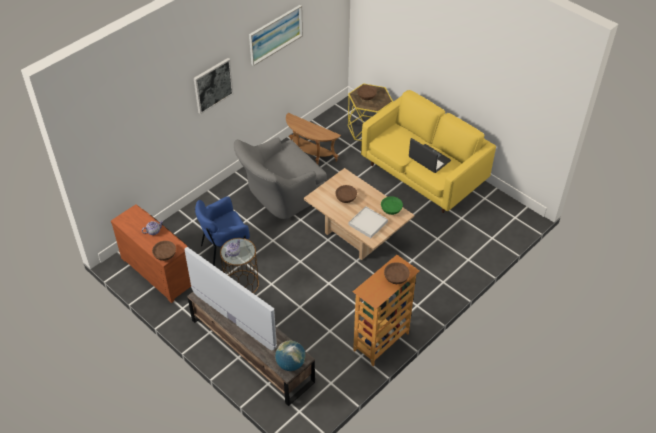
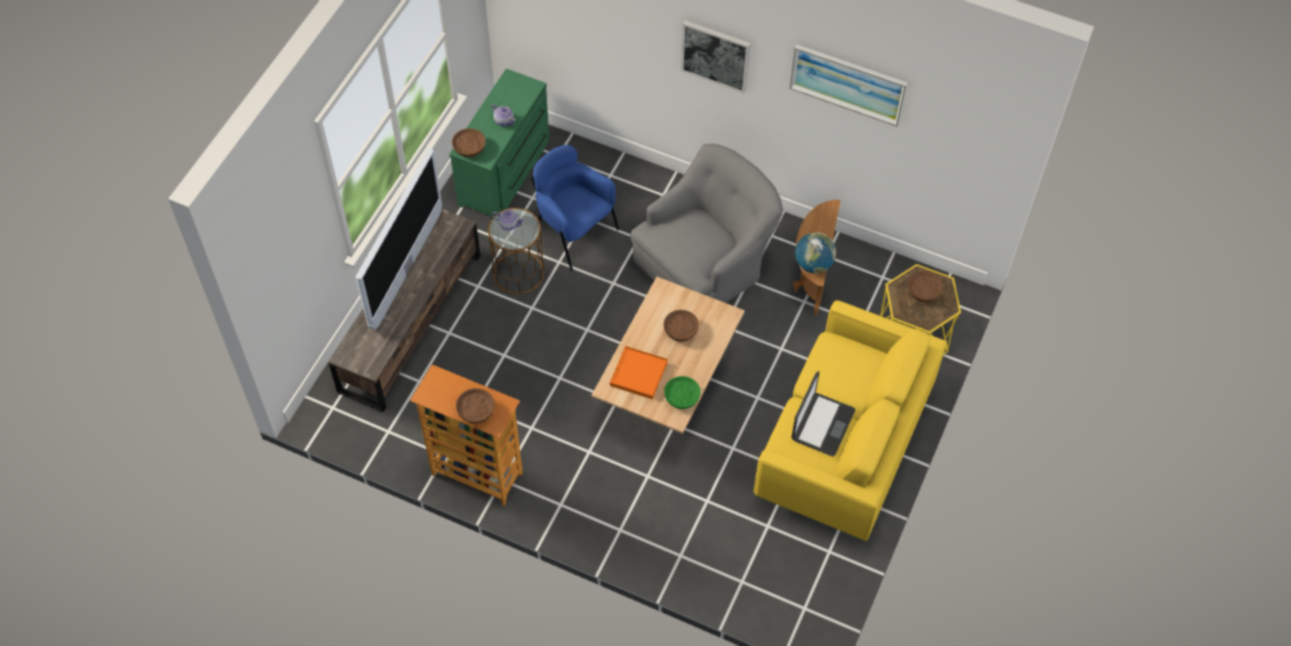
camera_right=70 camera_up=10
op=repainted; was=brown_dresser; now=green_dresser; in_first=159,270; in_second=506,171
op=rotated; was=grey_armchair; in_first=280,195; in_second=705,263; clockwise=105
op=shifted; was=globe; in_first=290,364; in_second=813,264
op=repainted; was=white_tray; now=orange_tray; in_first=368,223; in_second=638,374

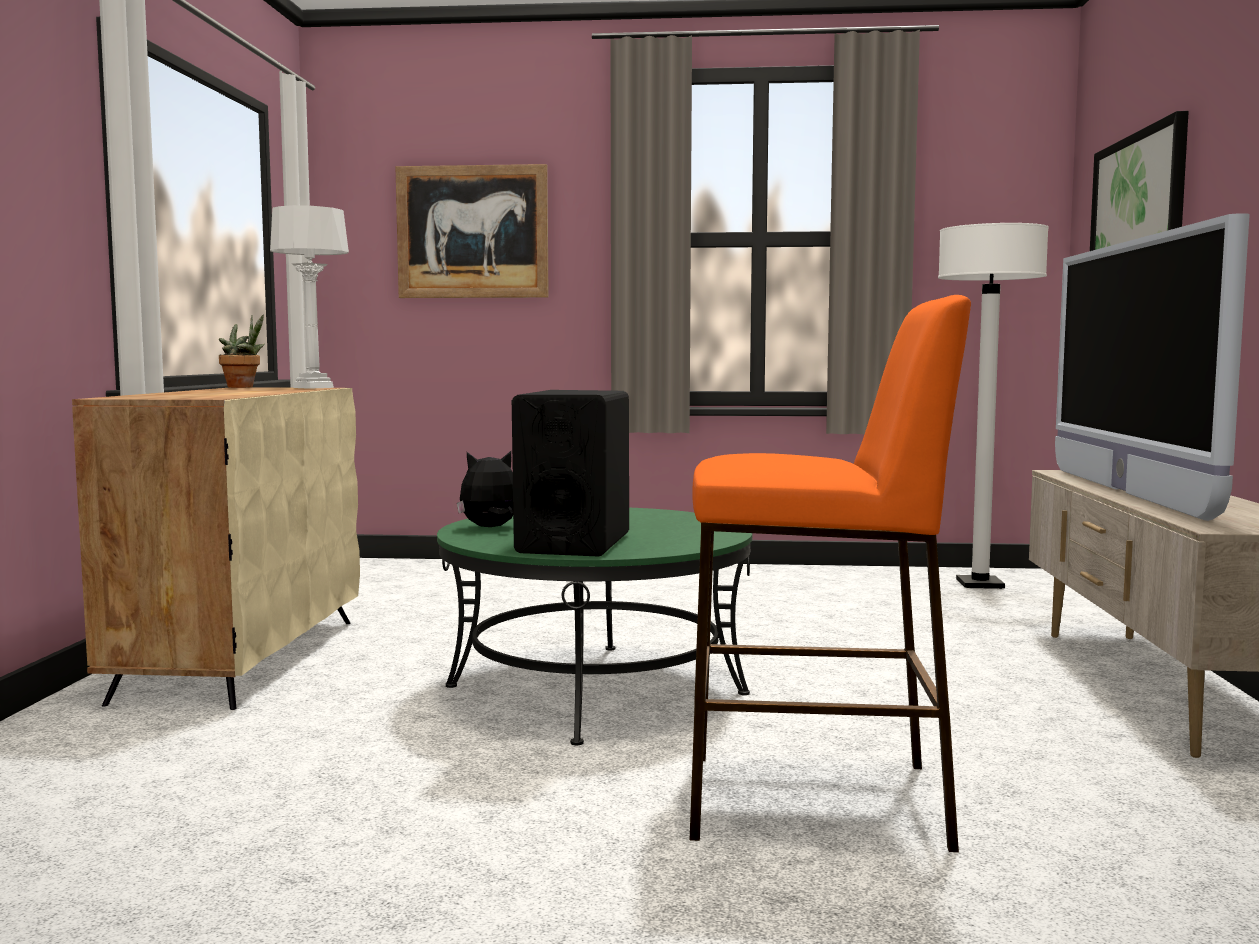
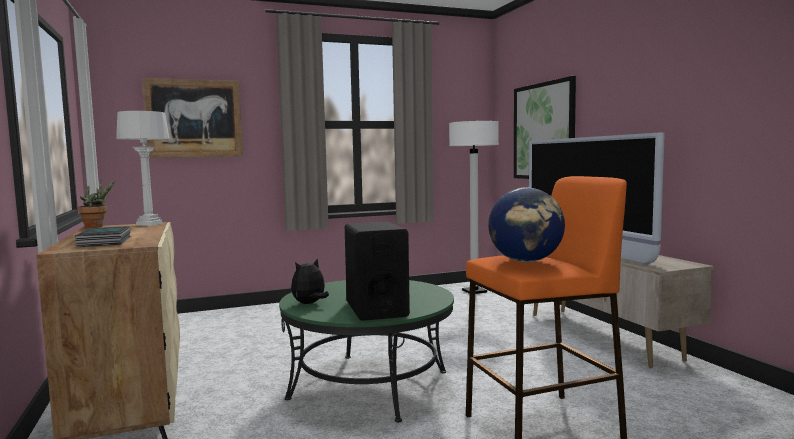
camera_right=-25 camera_up=0
op=new; now=book; in_second=106,241
op=new; now=globe; in_second=526,261

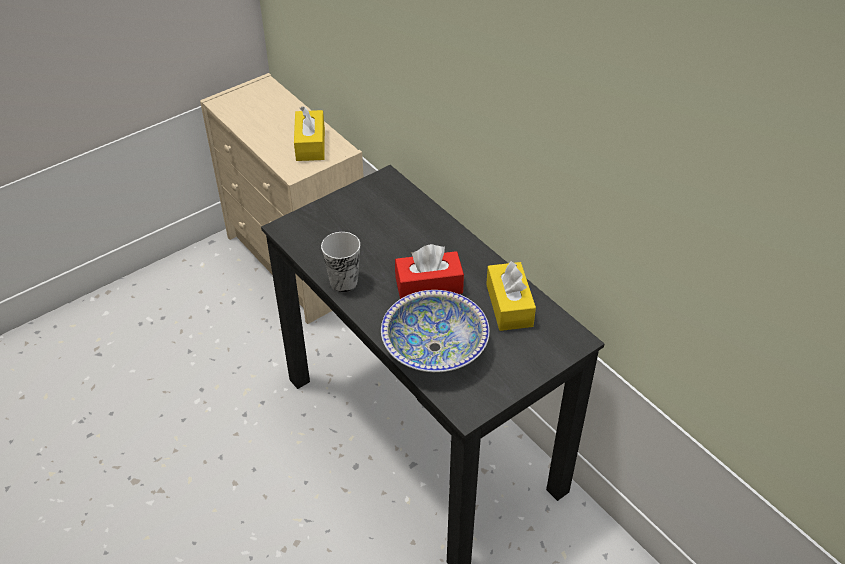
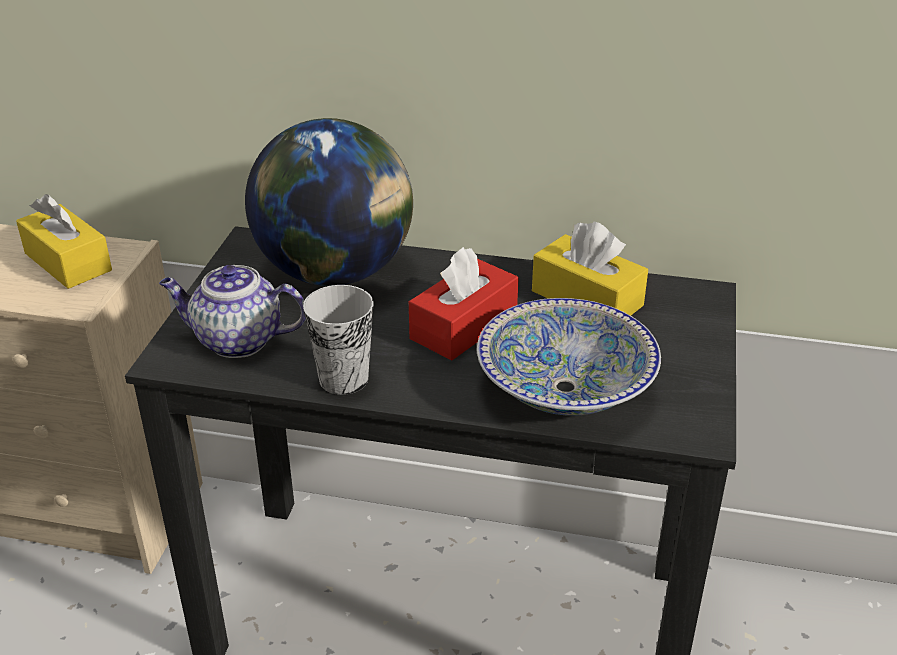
camera_right=-40 camera_up=-10
op=new; now=teapot; in_second=236,340
op=new; now=globe; in_second=336,272

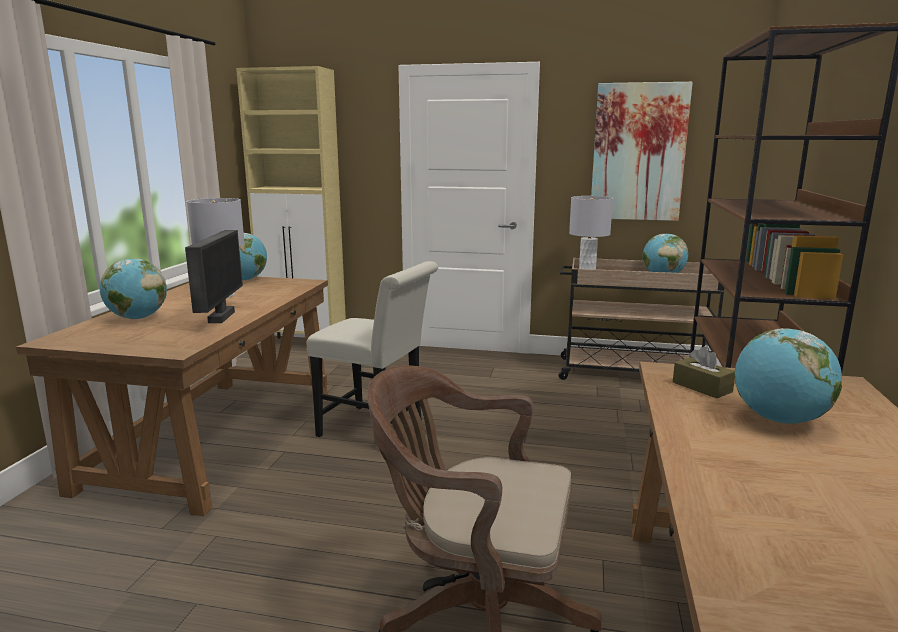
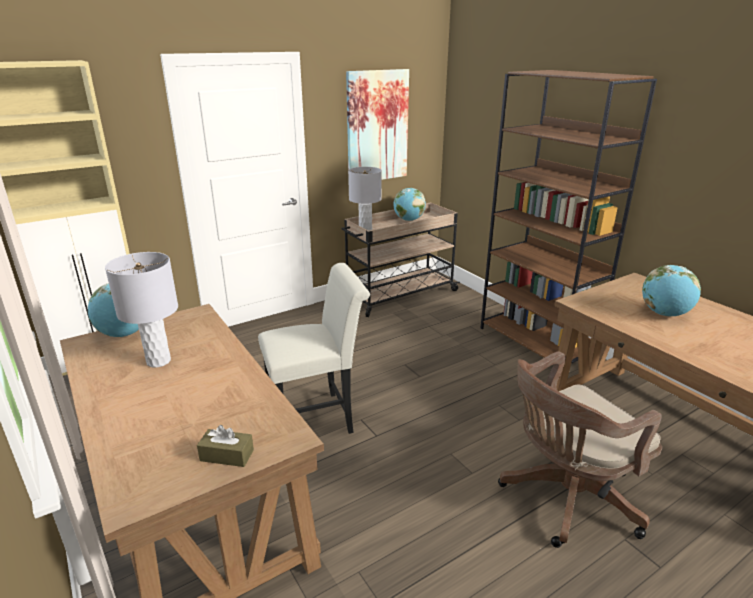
camera_right=-45 camera_up=10
op=gone; was=globe; in_first=137,318
op=gone; was=monitor; in_first=220,317
op=shifted; was=brown_tissue_box; in_first=702,387; in_second=227,455

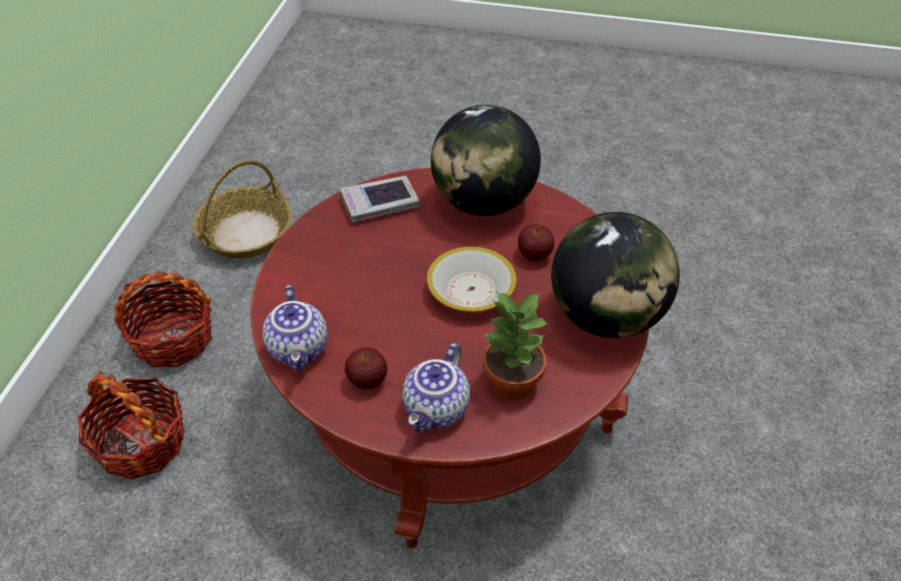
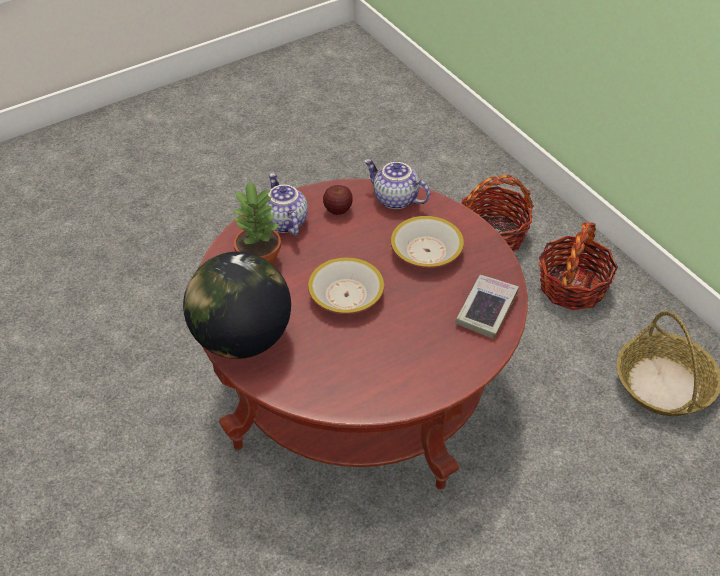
camera_right=135 camera_up=0
op=gone; was=globe; in_first=484,202
op=gone; was=apple; in_first=534,255
op=new; now=bowl; in_second=427,251

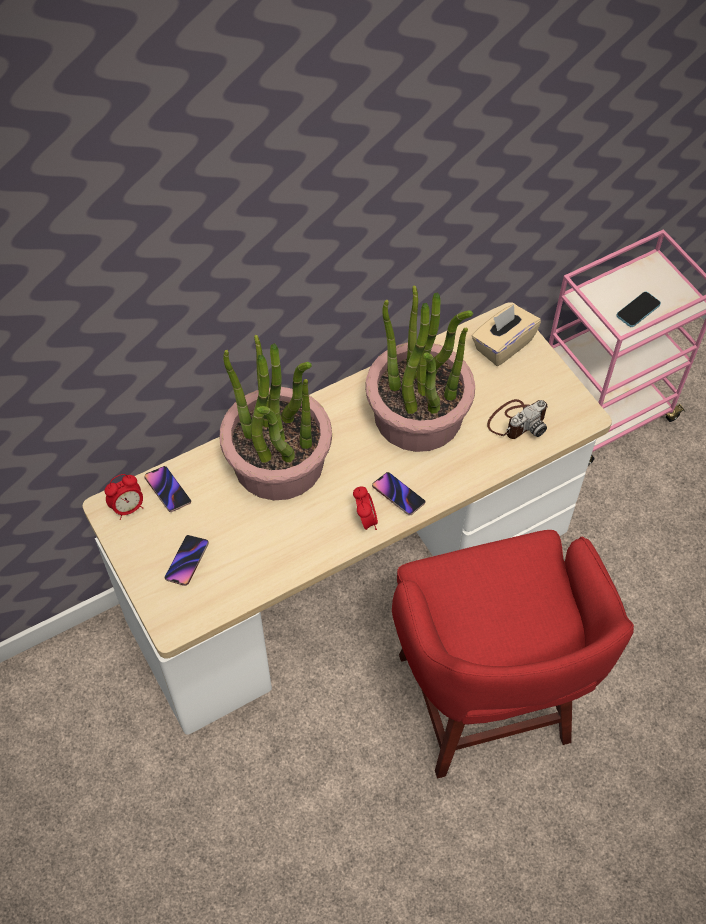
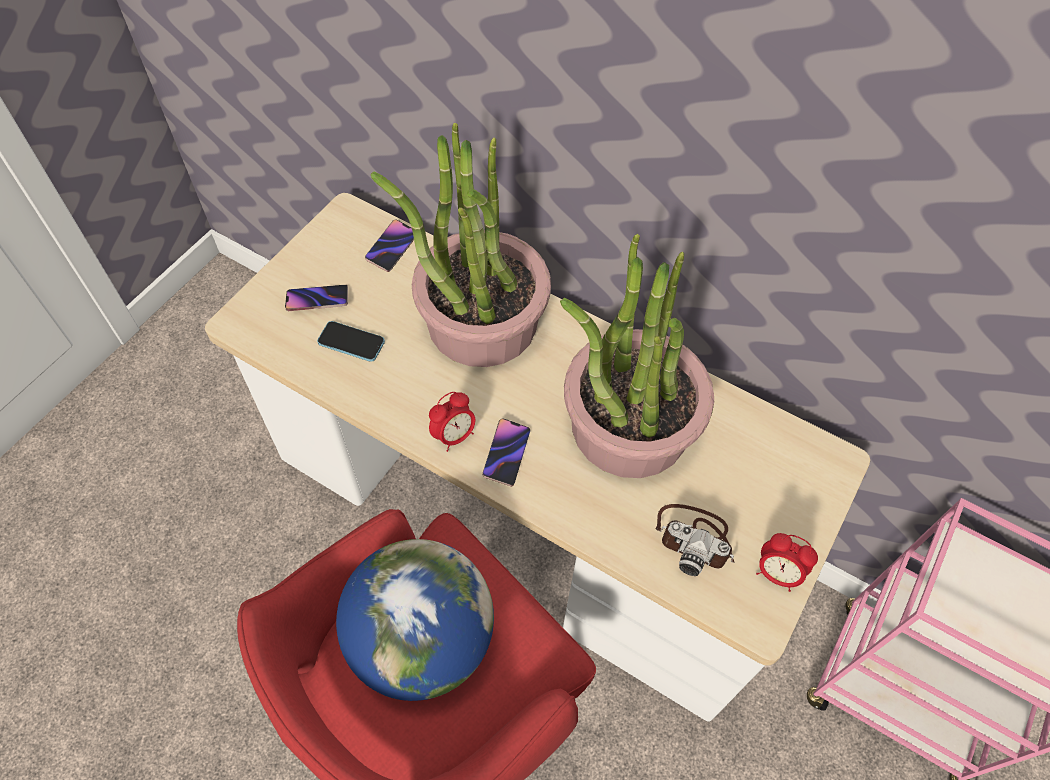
camera_right=60 camera_up=0
op=shifted; was=alarm_clock; in_first=128,508; in_second=777,573
op=gone; was=beige_tissue_box; in_first=502,345
op=shifted; was=phone; in_first=638,310; in_second=351,342
op=new; now=globe; in_second=422,640

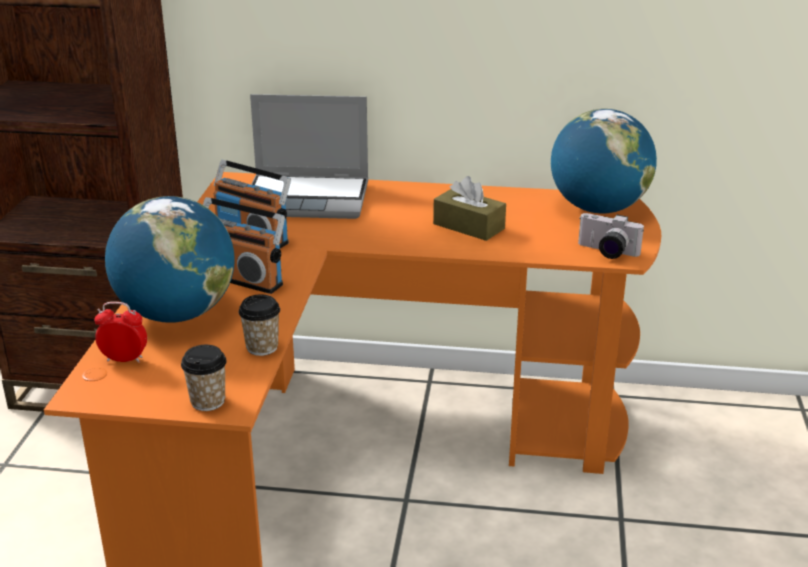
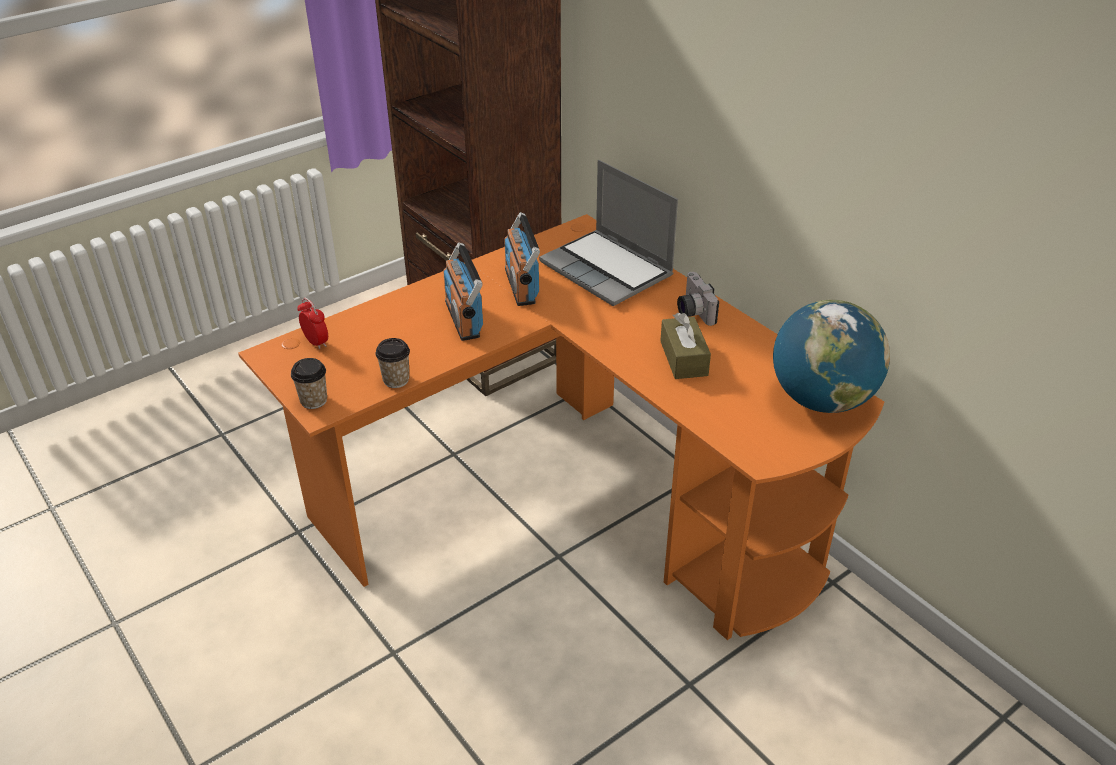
camera_right=45 camera_up=10
op=gone; was=globe; in_first=176,314
op=shifted; was=photo_camera; in_first=606,252; in_second=692,311

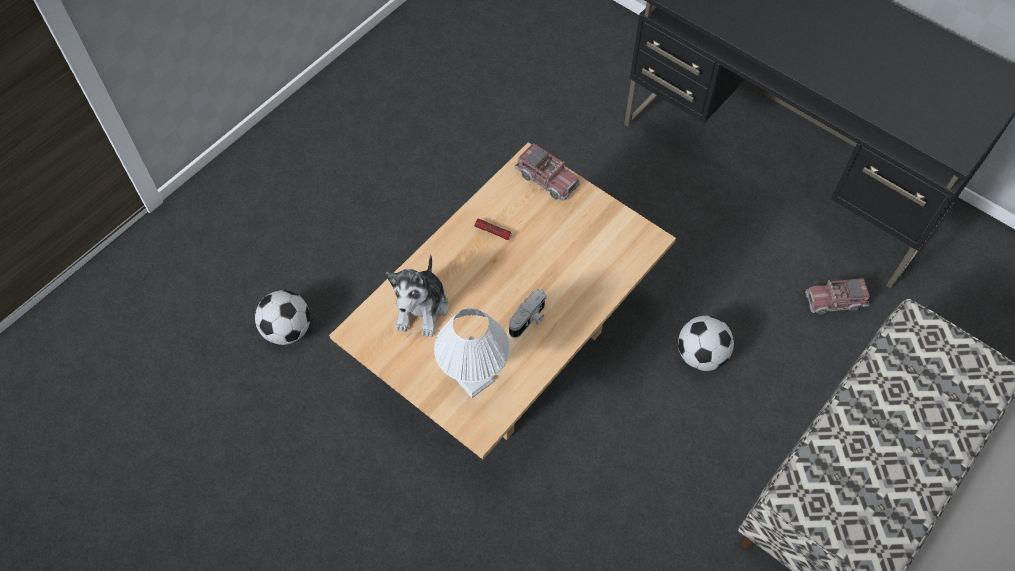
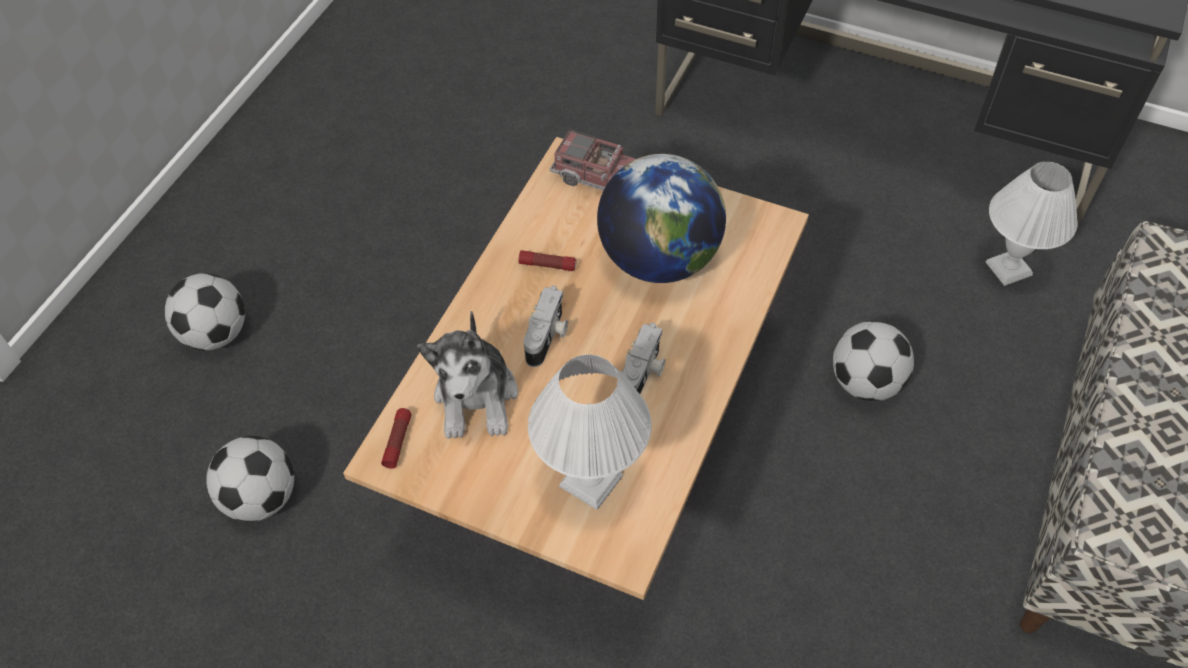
camera_right=-15 camera_up=-5
op=swapped; was=toy_truck; now=white_table_lamp; in_first=835,301; in_second=1009,269
op=new; now=football; in_second=216,333
op=new; now=flashlight; in_second=397,441
op=new; now=photo_camera; in_second=548,337
op=new; now=globe; in_second=659,259

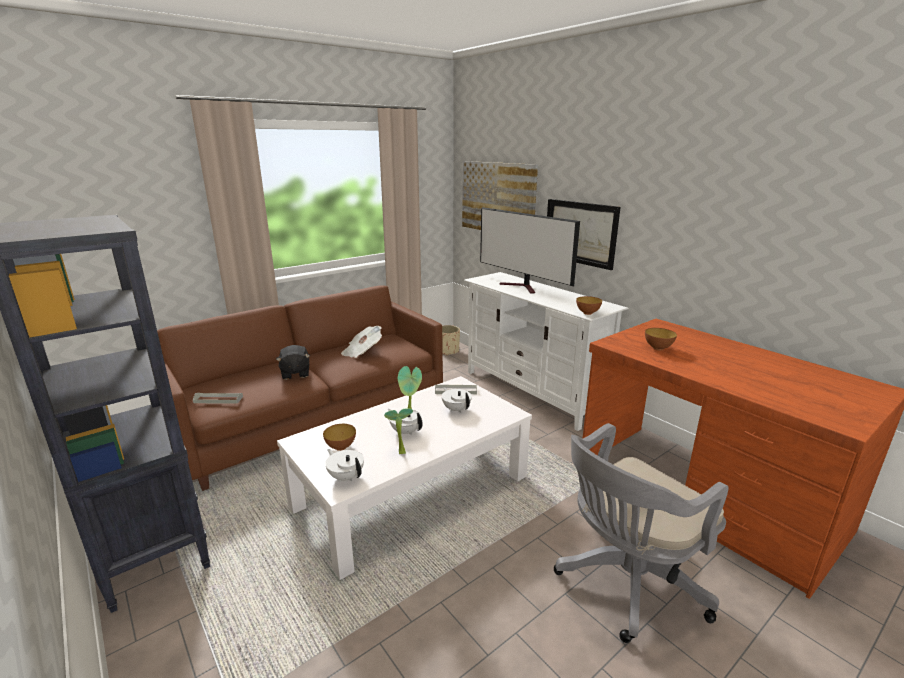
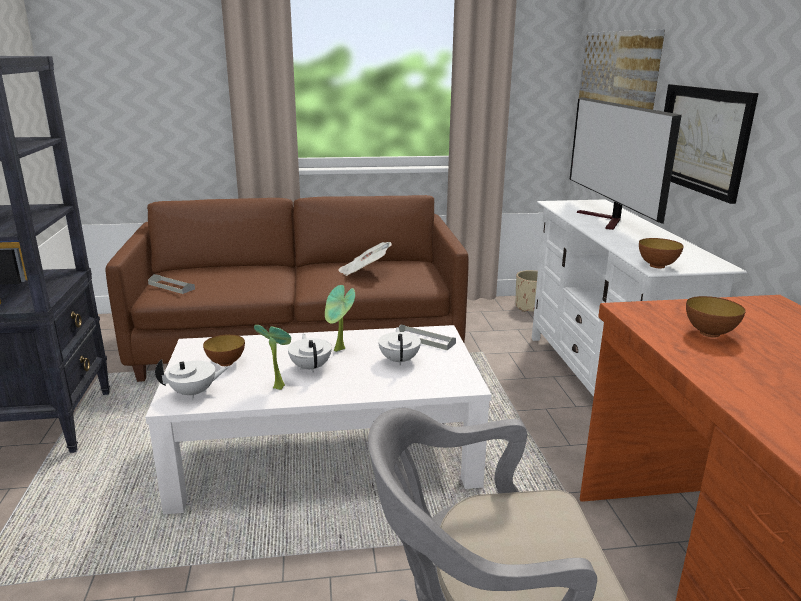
camera_right=30 camera_up=0
op=gone; was=black_plush_toy; in_first=295,373
op=rotated; was=white_teapot; in_first=346,476; in_second=194,393; clockwise=90

